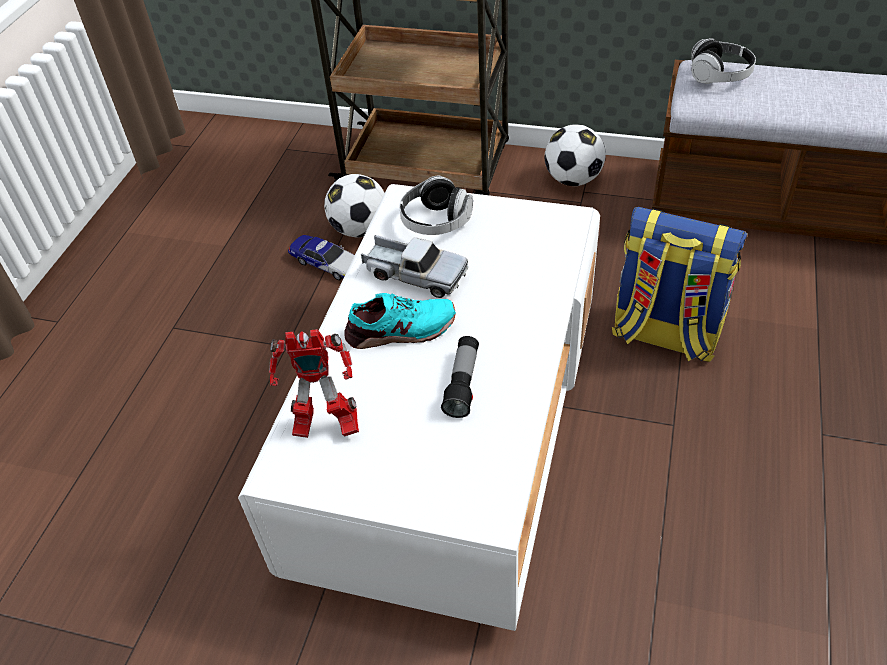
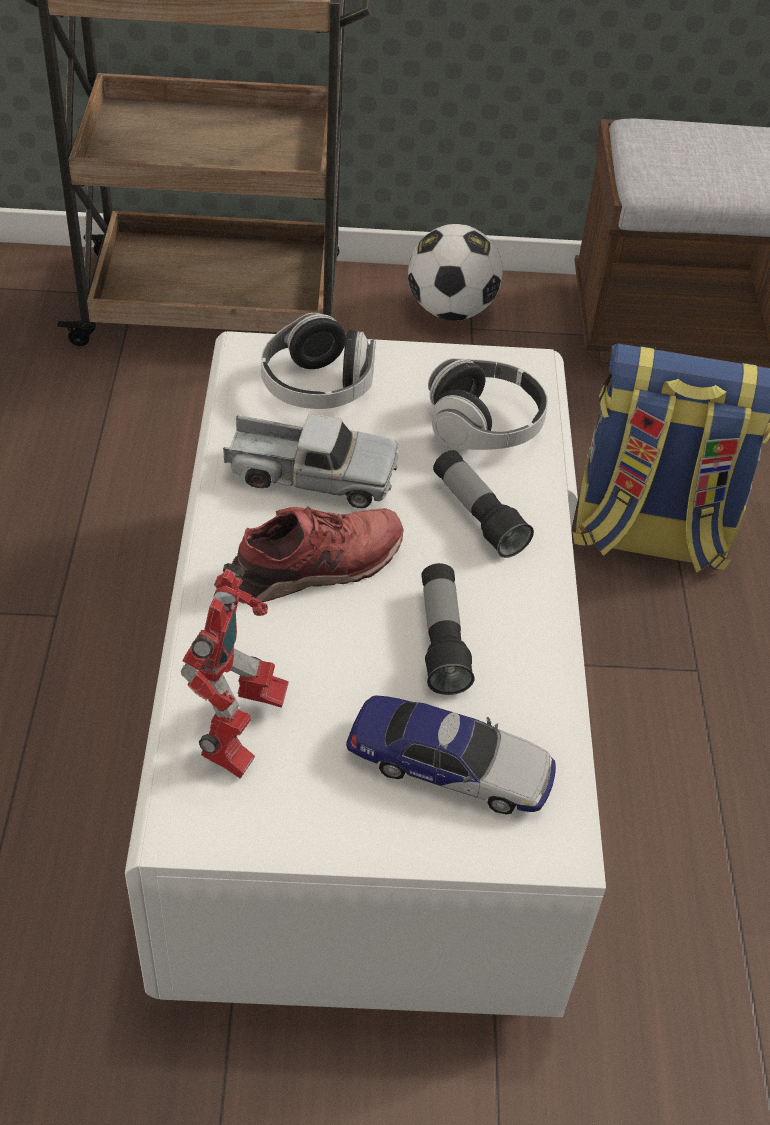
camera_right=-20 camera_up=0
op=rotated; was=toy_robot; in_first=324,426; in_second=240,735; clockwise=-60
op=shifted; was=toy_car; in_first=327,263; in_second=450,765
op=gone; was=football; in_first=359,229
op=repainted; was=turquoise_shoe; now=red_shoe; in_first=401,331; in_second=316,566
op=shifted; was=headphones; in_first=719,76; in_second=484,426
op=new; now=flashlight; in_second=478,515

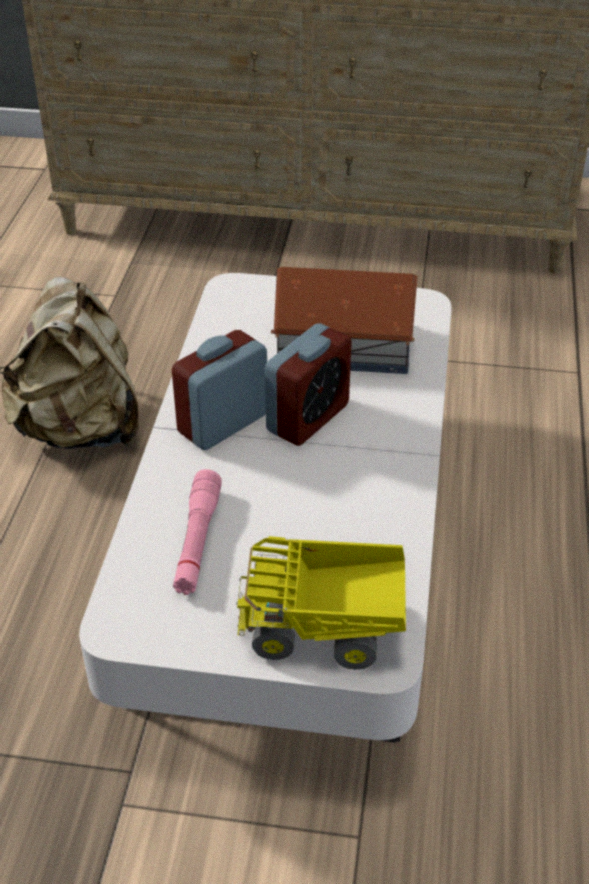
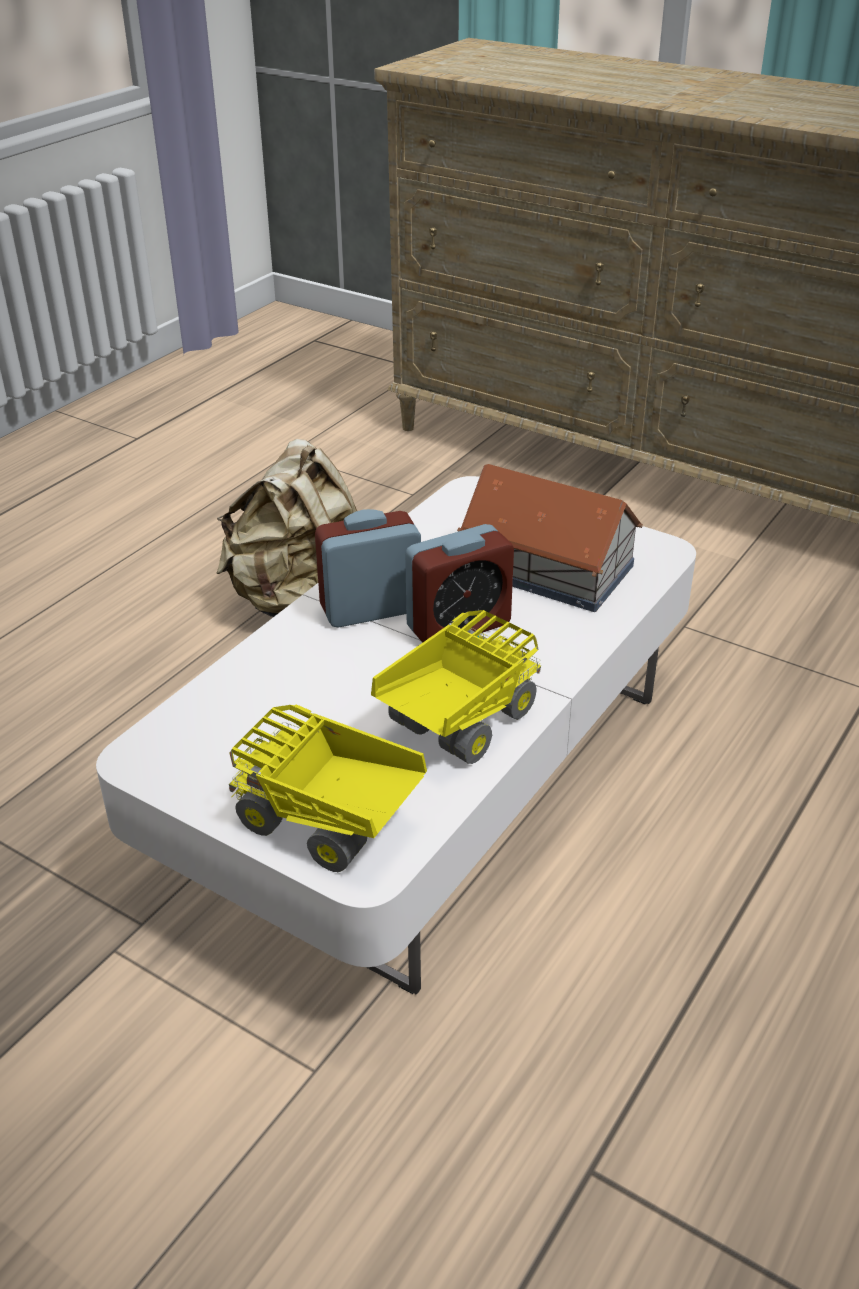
camera_right=25 camera_up=-5
op=gone; was=pink_flashlight; in_first=197,541
op=new; now=toy_truck; in_second=458,723

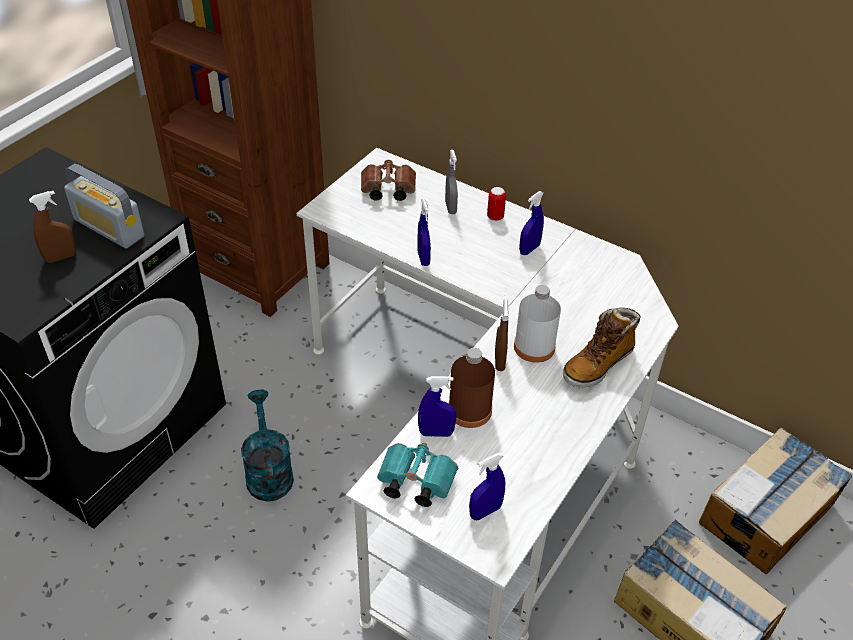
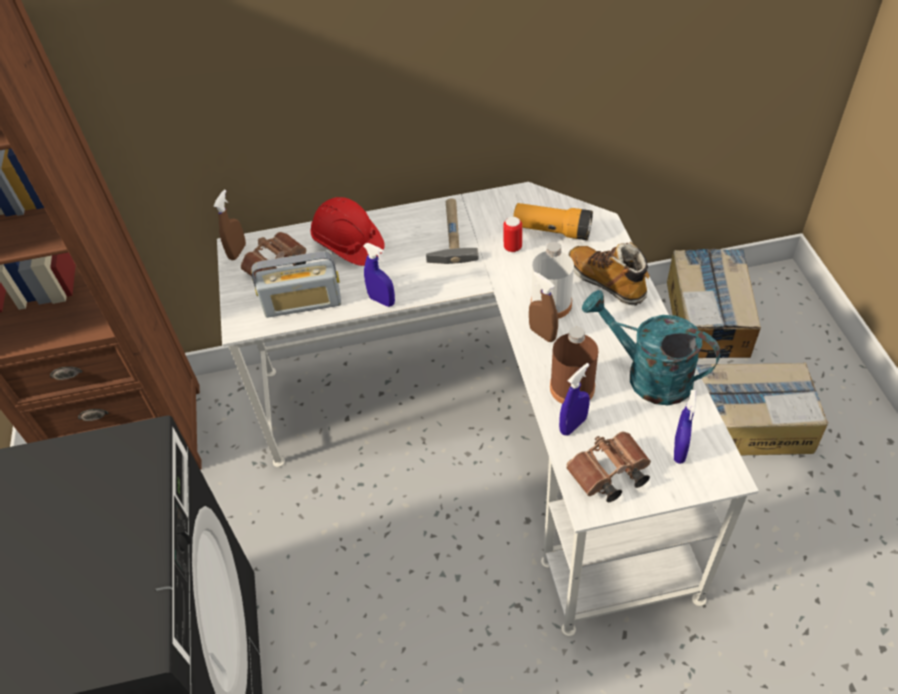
camera_right=-40 camera_up=5
op=shifted; was=brown_spray_bottle; in_first=61,257; in_second=237,252
op=shifted; was=radio; in_first=109,228; in_second=303,303
op=shifted; was=turquoise_watering_can; in_first=268,471; in_second=647,375
op=repainted; was=turquoise_binoculars; now=brown_binoculars; in_first=414,482; in_second=607,475
op=swapped; was=grey_spray_bottle; now=red_hard_hat; in_first=450,208; in_second=348,244
op=shifted; was=can; in_first=495,217; in_second=512,247
op=swapped; was=blue_spray_bottle; now=hammer; in_first=529,249; in_second=450,233
op=rotated; was=boot; in_first=598,364; in_second=607,281; clockwise=135
op=new; now=flashlight; in_second=552,231

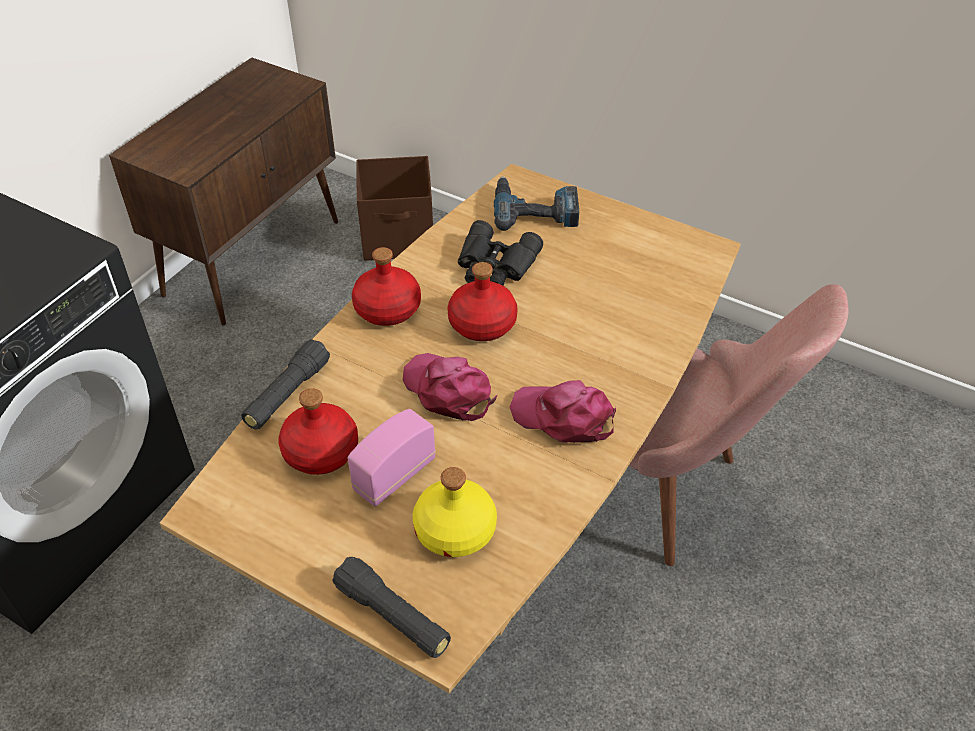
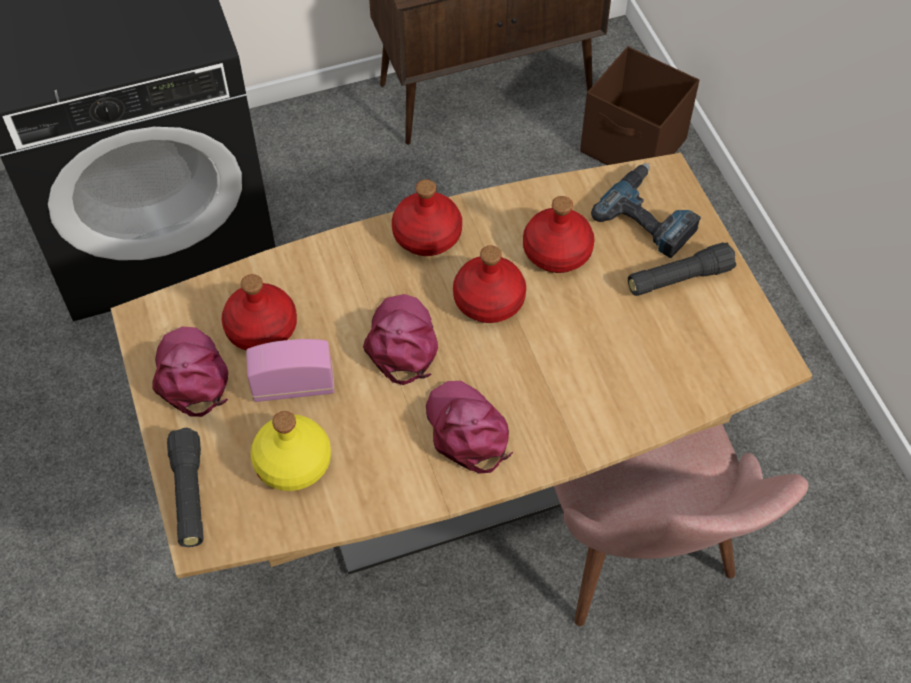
camera_right=40 camera_up=10
op=shifted; was=black_flashlight; in_first=287,394; in_second=679,279
op=swapped; was=black_binoculars; now=red_bottle; in_first=495,266; in_second=556,251
op=new; now=pink_cap; in_second=191,375

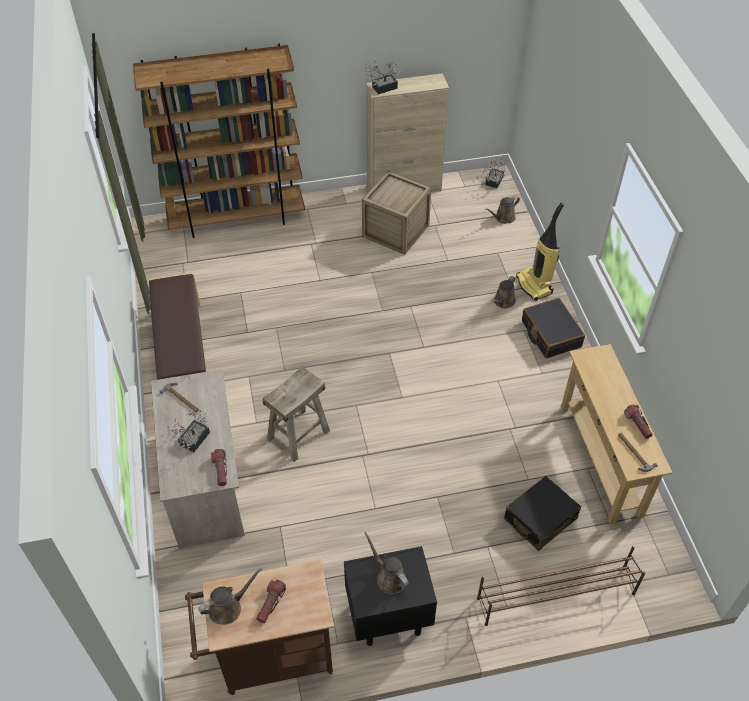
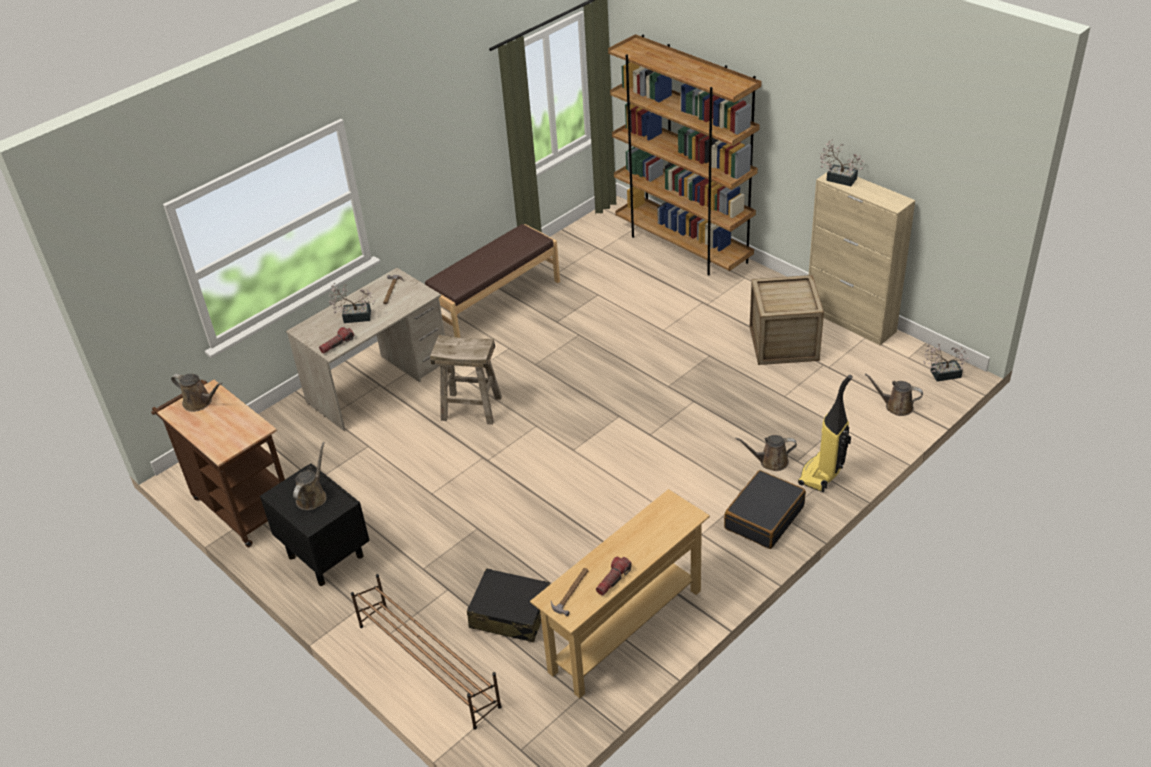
camera_right=60 camera_up=-10
op=gone; was=flashlight; in_first=271,603

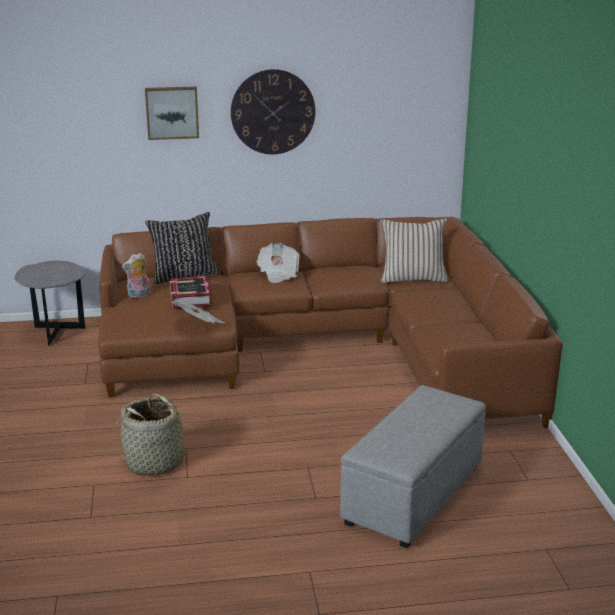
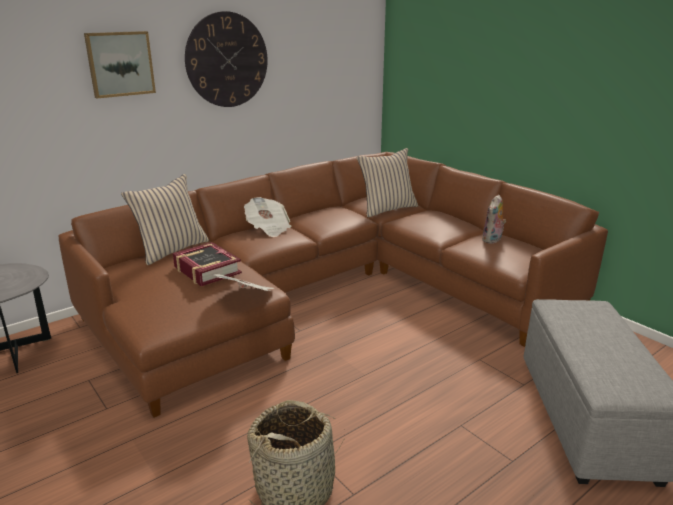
camera_right=-30 camera_up=0
op=shifted; was=plush_toy; in_first=139,296; in_second=492,240
op=repainted; was=black_pillow; now=beige_pillow; in_first=184,276; in_second=171,250

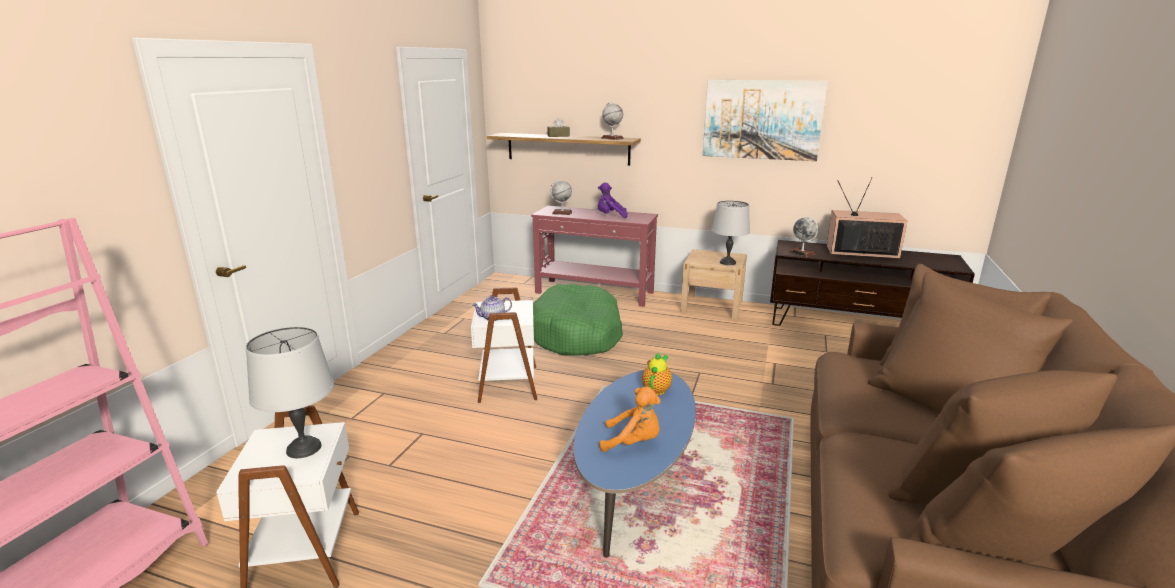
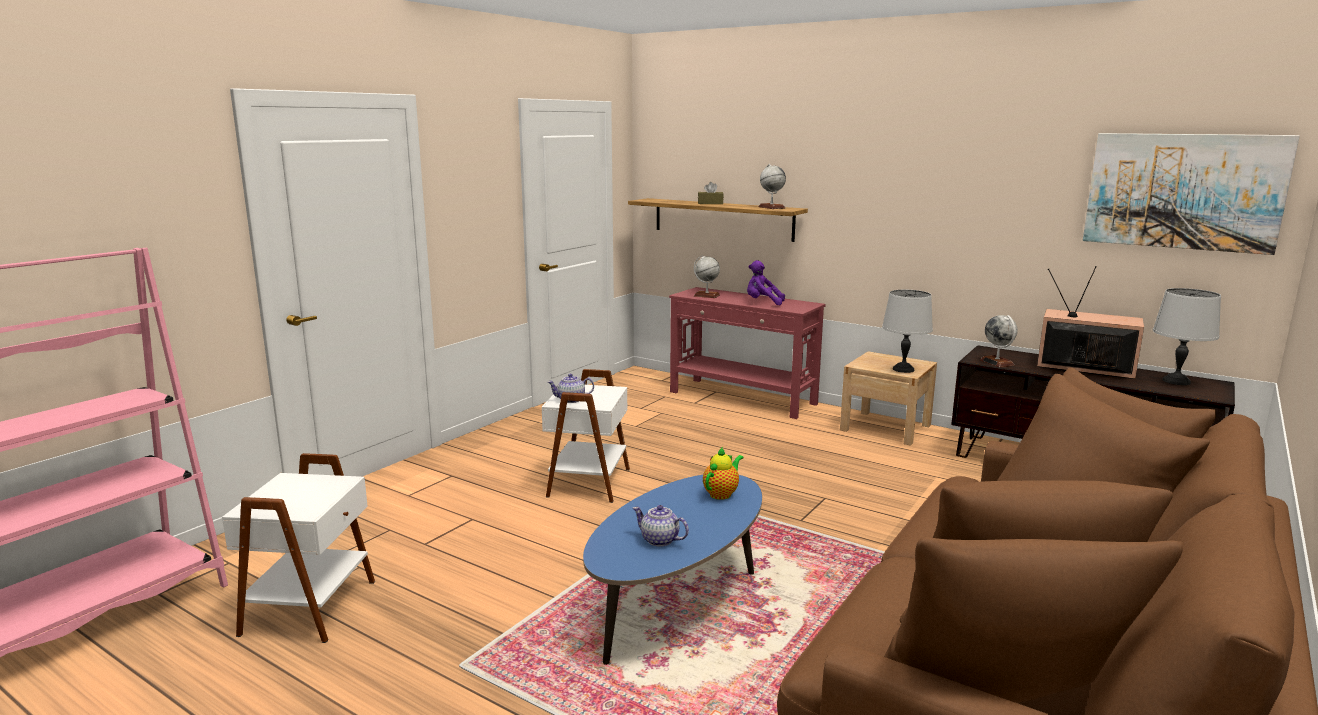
camera_right=15 camera_up=-5
op=shifted; was=grey_table_lamp; in_first=303,448; in_second=1175,381
op=gone; was=green_dog_bed; in_first=577,334
op=swapped; was=orange_plush_toy; now=teapot; in_first=633,442; in_second=659,540
op=shifted; was=picture; in_first=762,119; in_second=1183,191

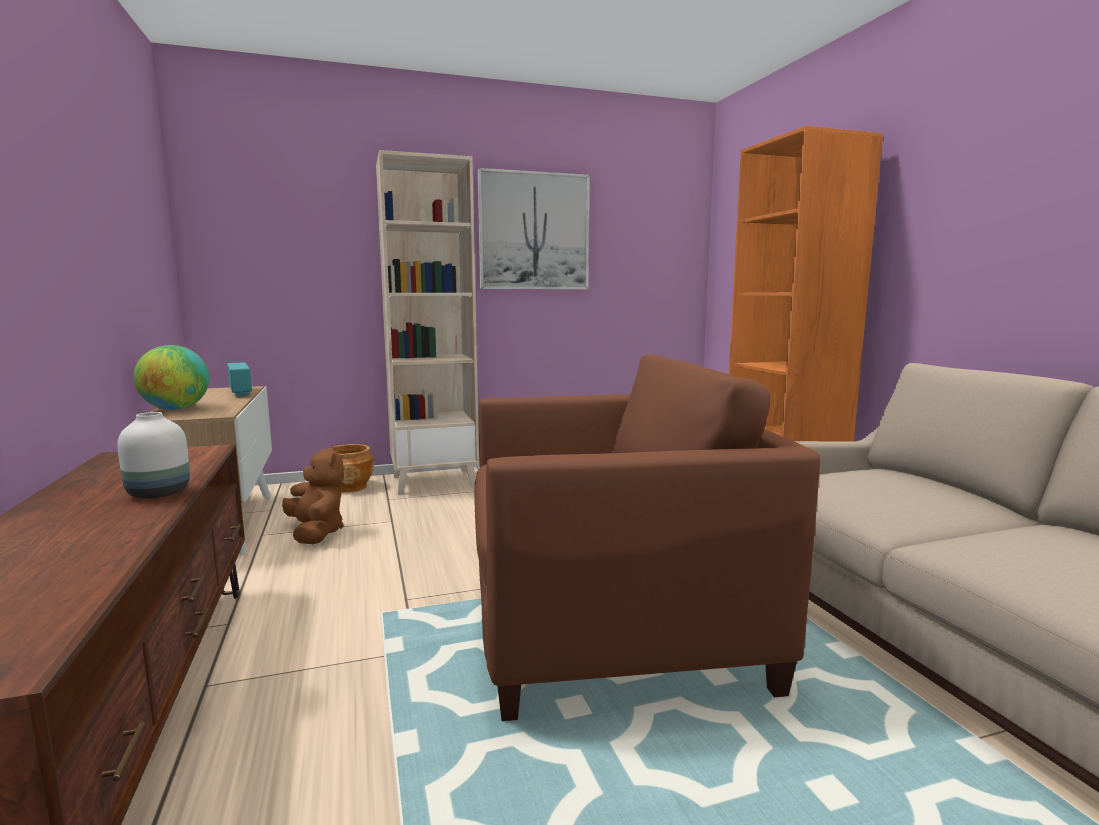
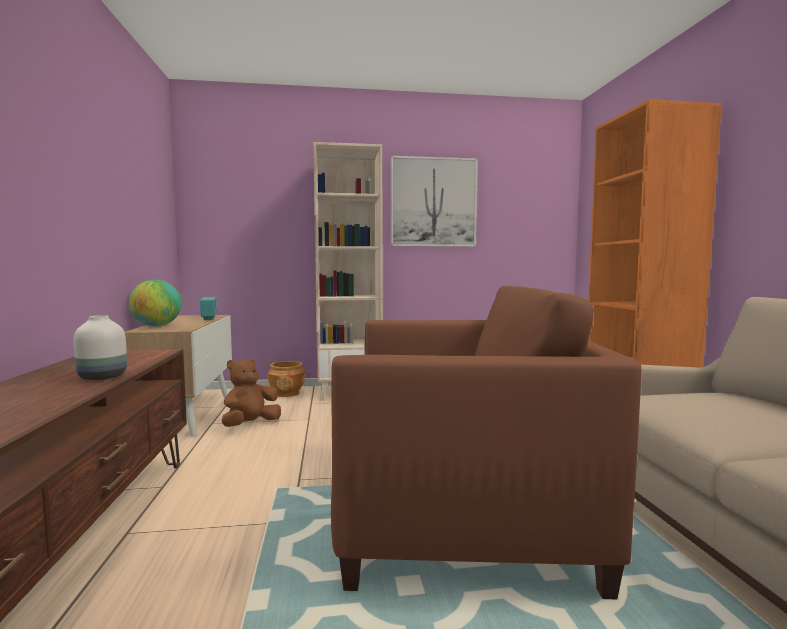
camera_right=10 camera_up=-5
op=rotated; was=brown_plush_toy; in_first=316,533; in_second=250,424; clockwise=-120

